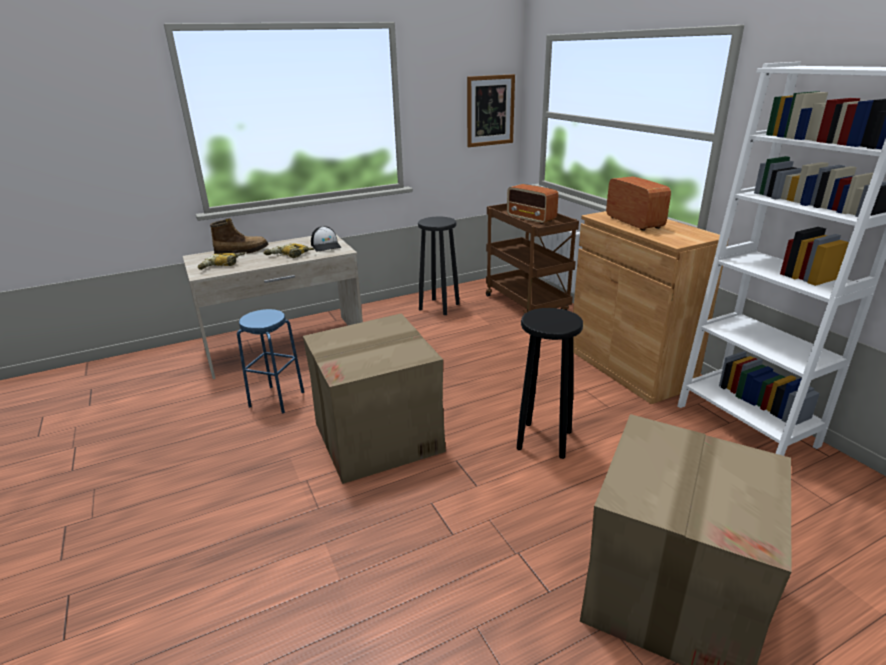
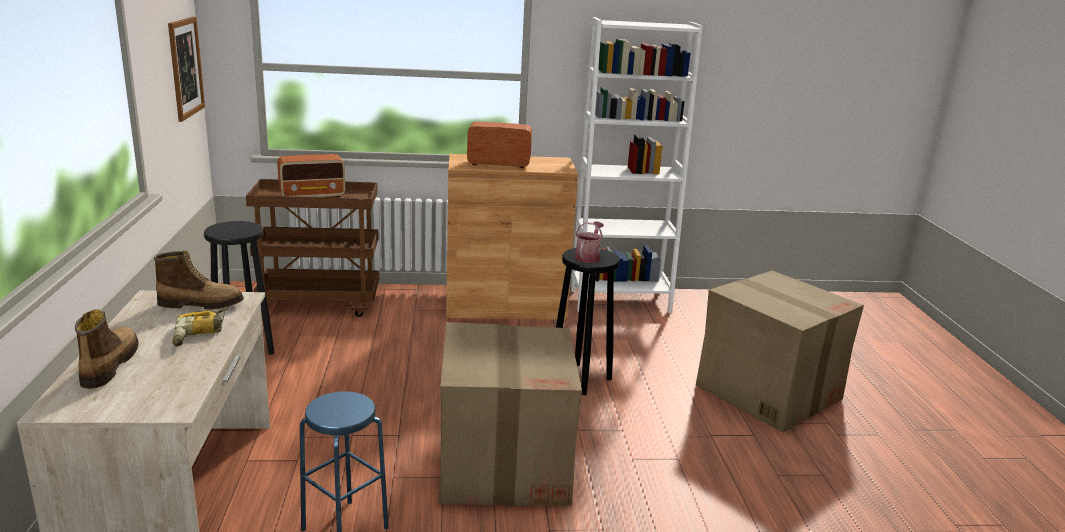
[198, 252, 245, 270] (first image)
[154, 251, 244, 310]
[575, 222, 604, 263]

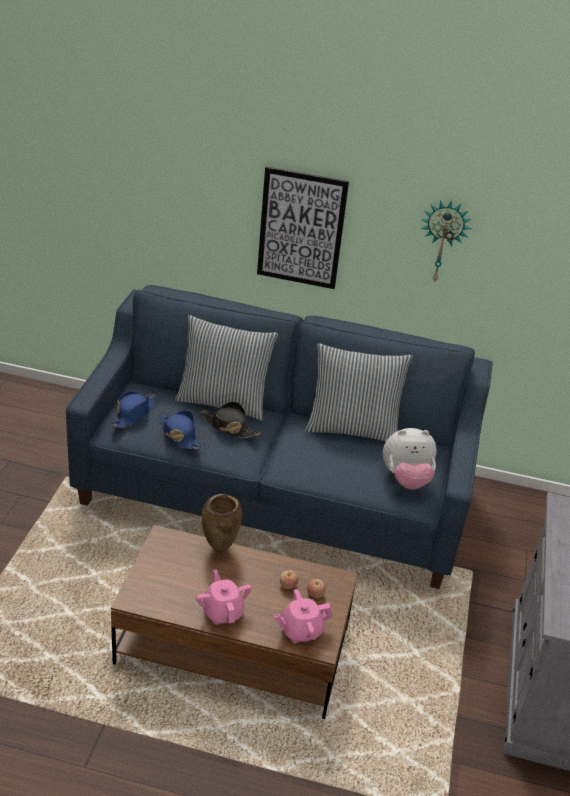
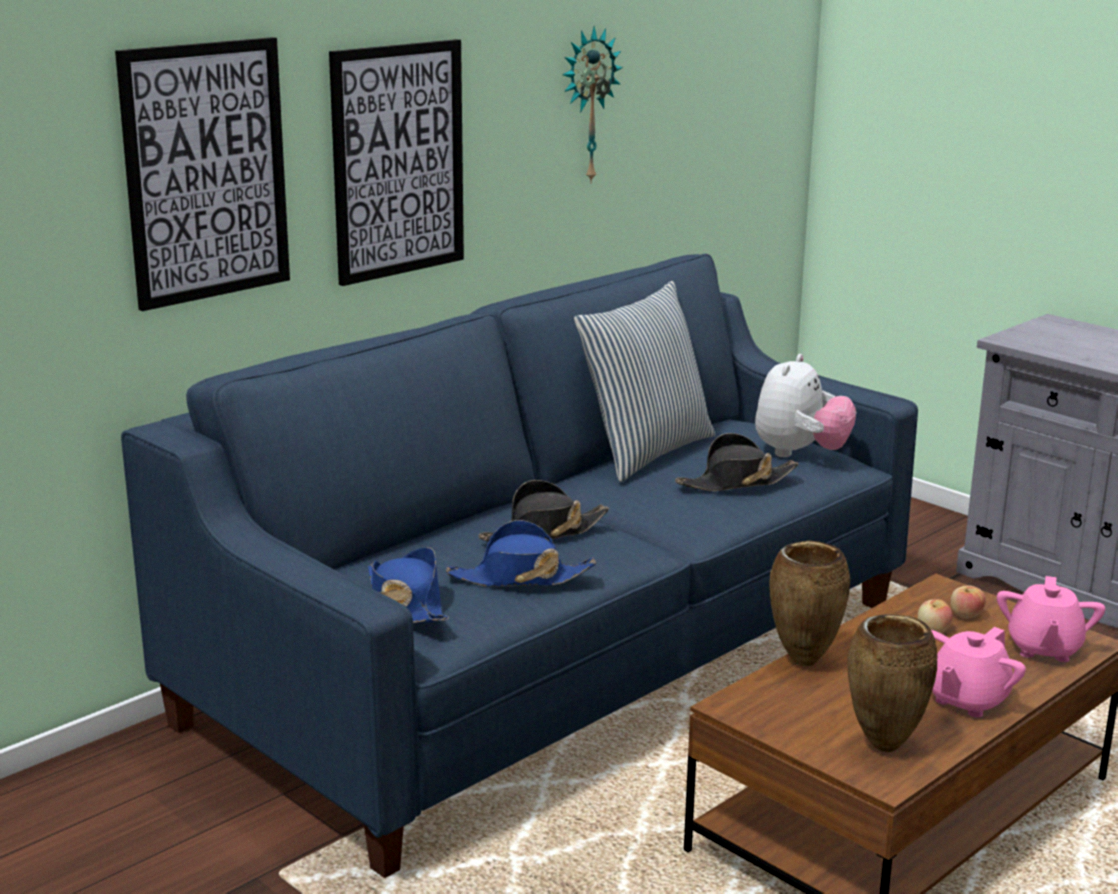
[175, 315, 278, 421] (first image)
[931, 627, 1026, 718]
[115, 37, 290, 311]
[675, 433, 798, 491]
[847, 614, 937, 752]

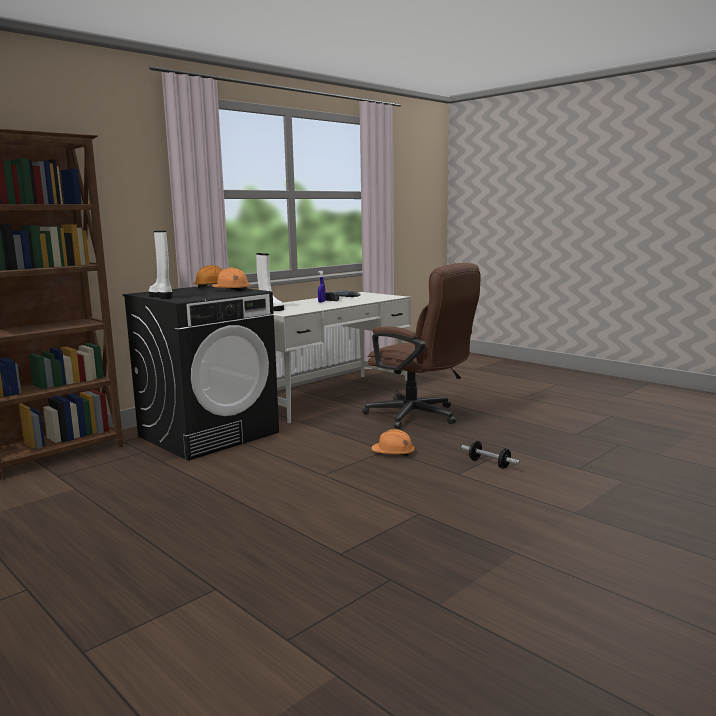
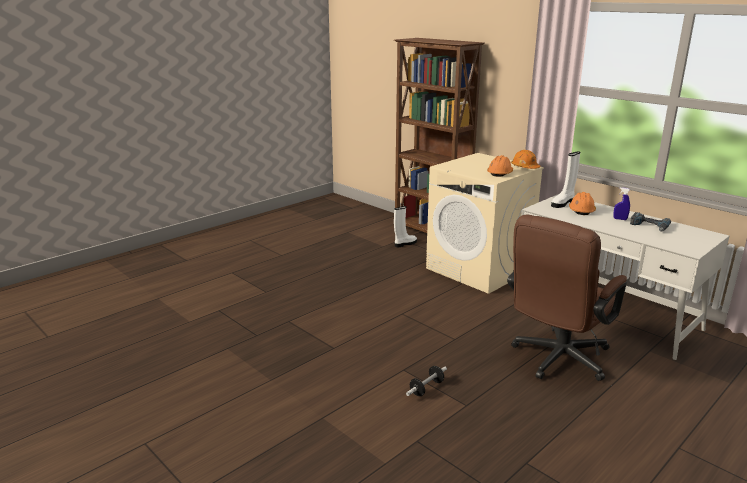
[426, 153, 544, 294]
[394, 206, 417, 247]
[569, 192, 596, 215]

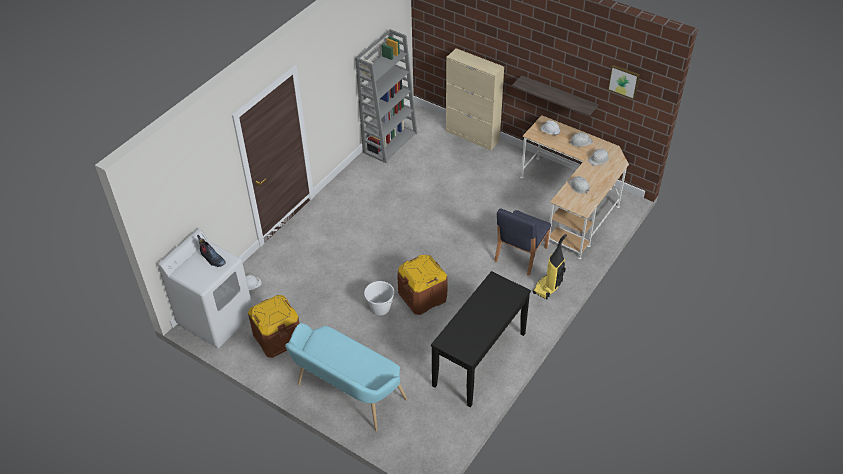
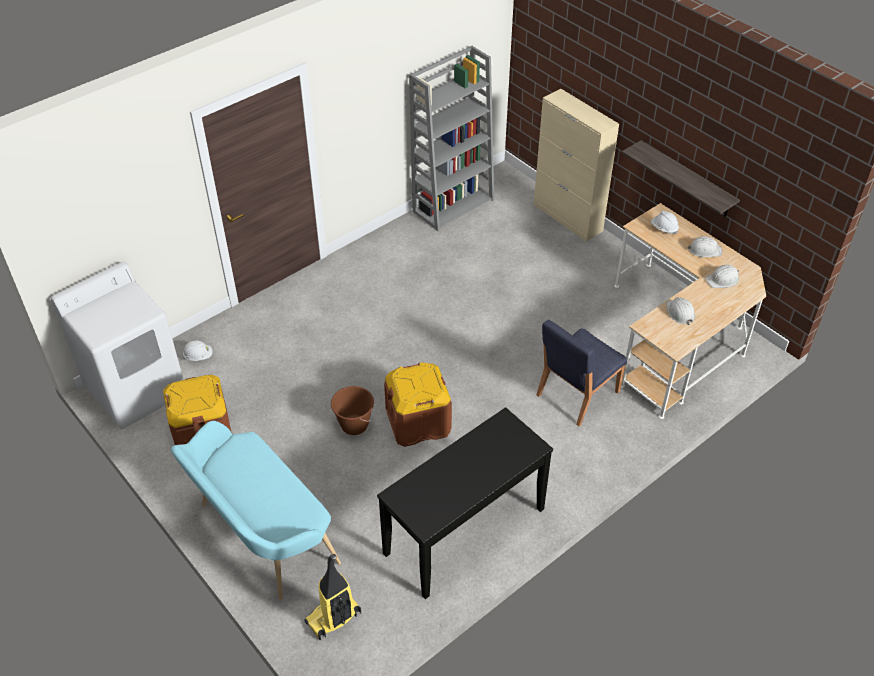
[197, 235, 226, 267] (first image)
[331, 386, 374, 435]
[304, 554, 361, 641]
[608, 65, 640, 99] (first image)

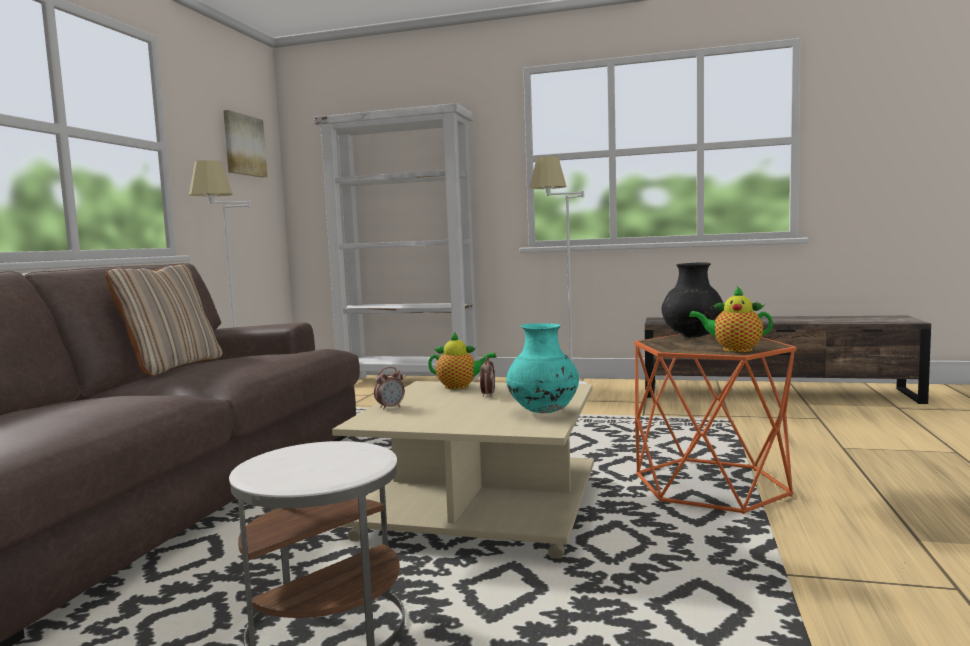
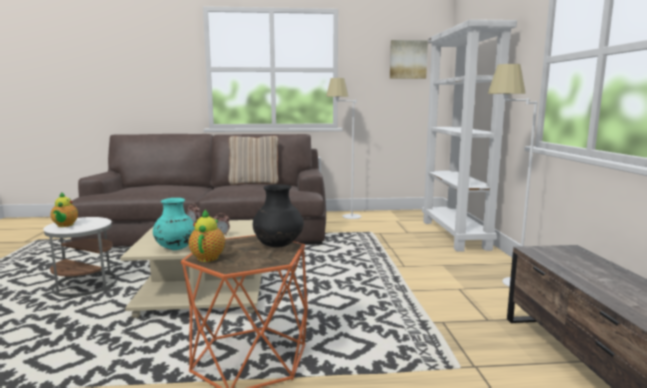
[50, 192, 78, 227]

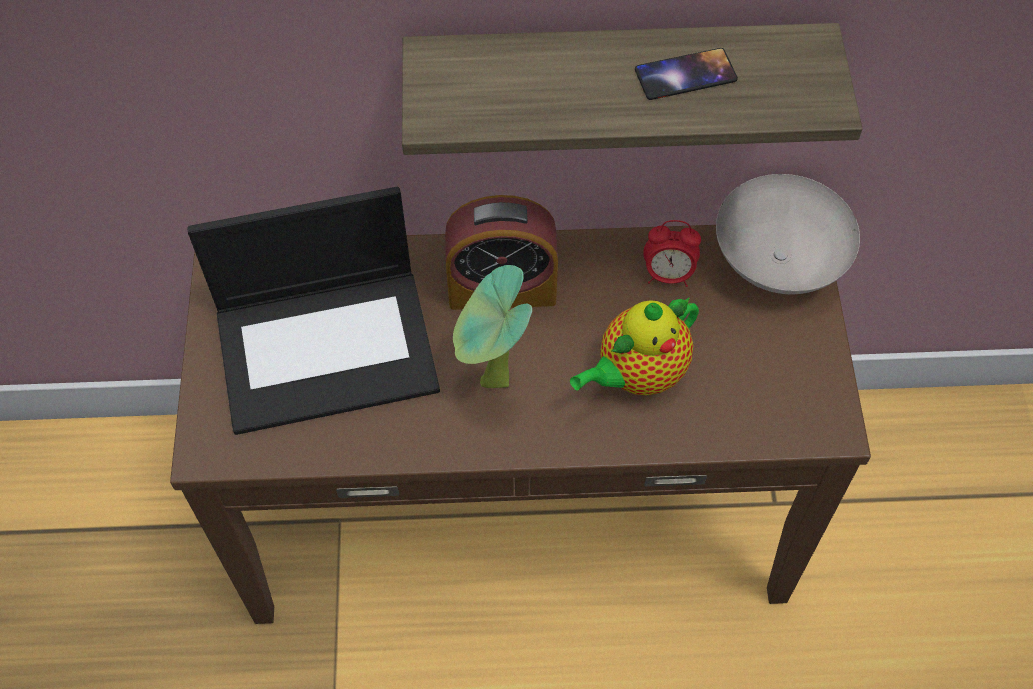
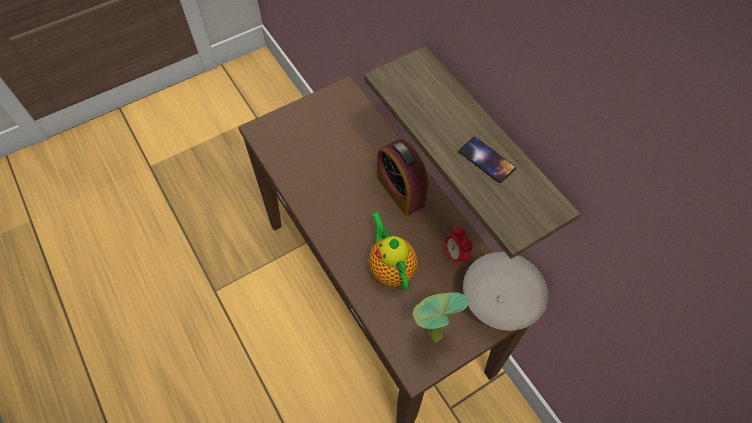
[187, 187, 440, 435] (first image)
[413, 292, 468, 343]
[369, 212, 418, 291]

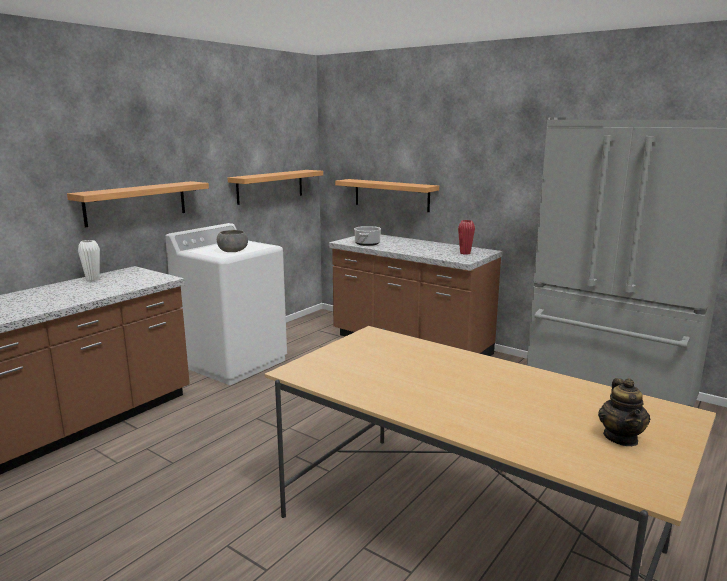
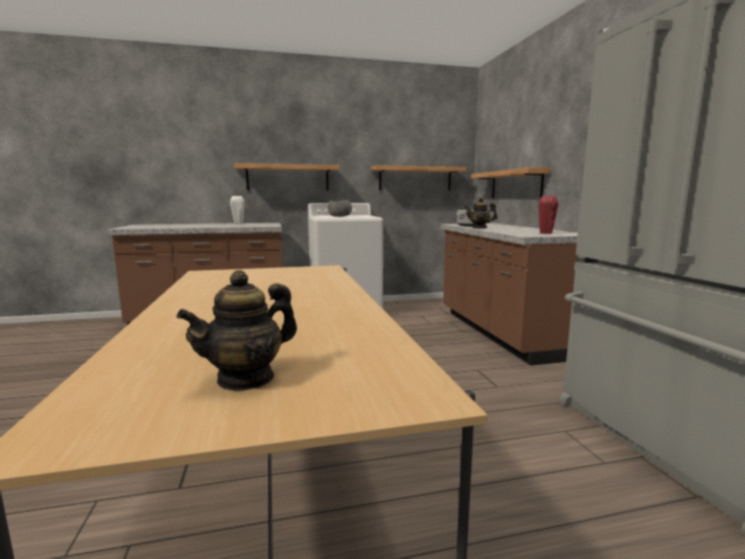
[465, 198, 498, 228]

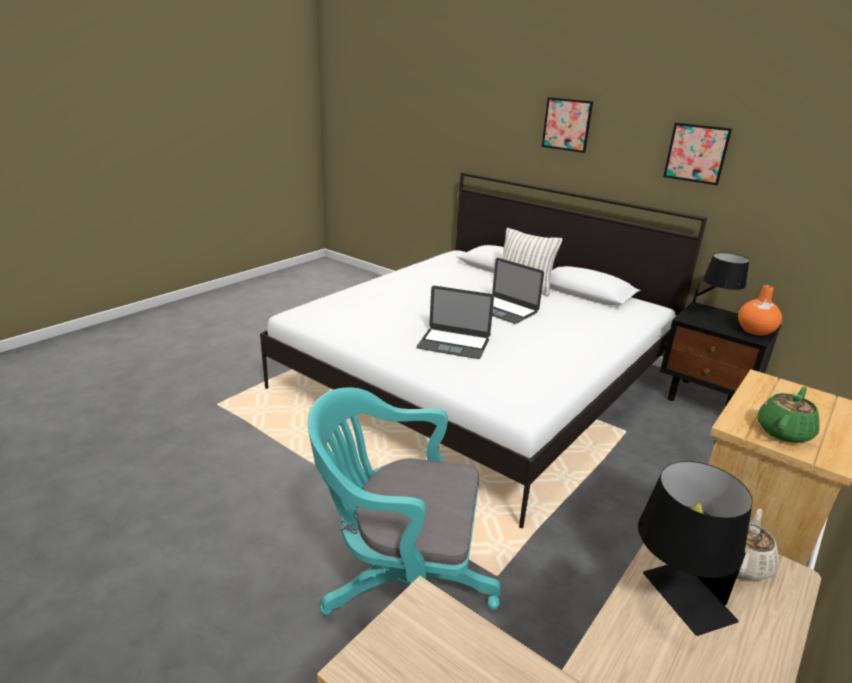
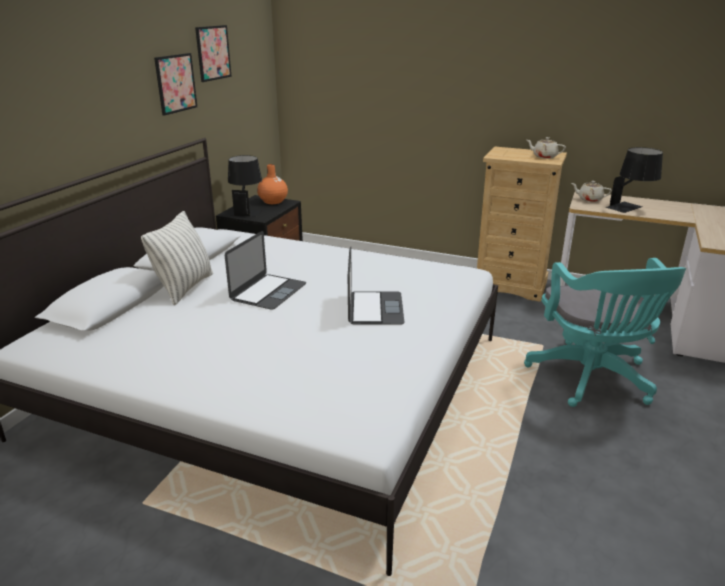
[195, 25, 232, 82]
[527, 137, 566, 159]

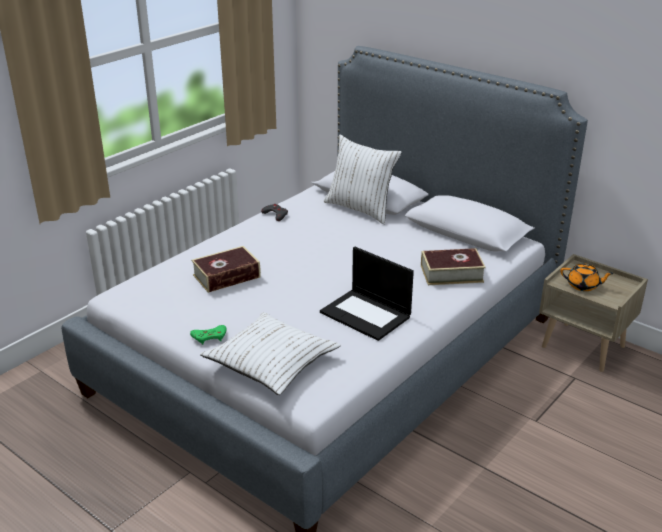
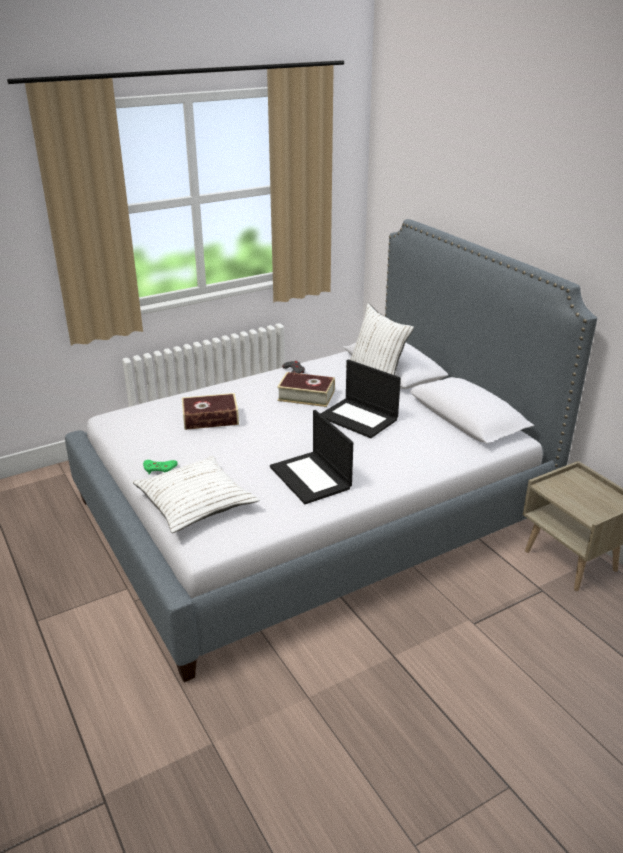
[277, 372, 335, 407]
[560, 264, 614, 291] (first image)
[321, 359, 401, 438]

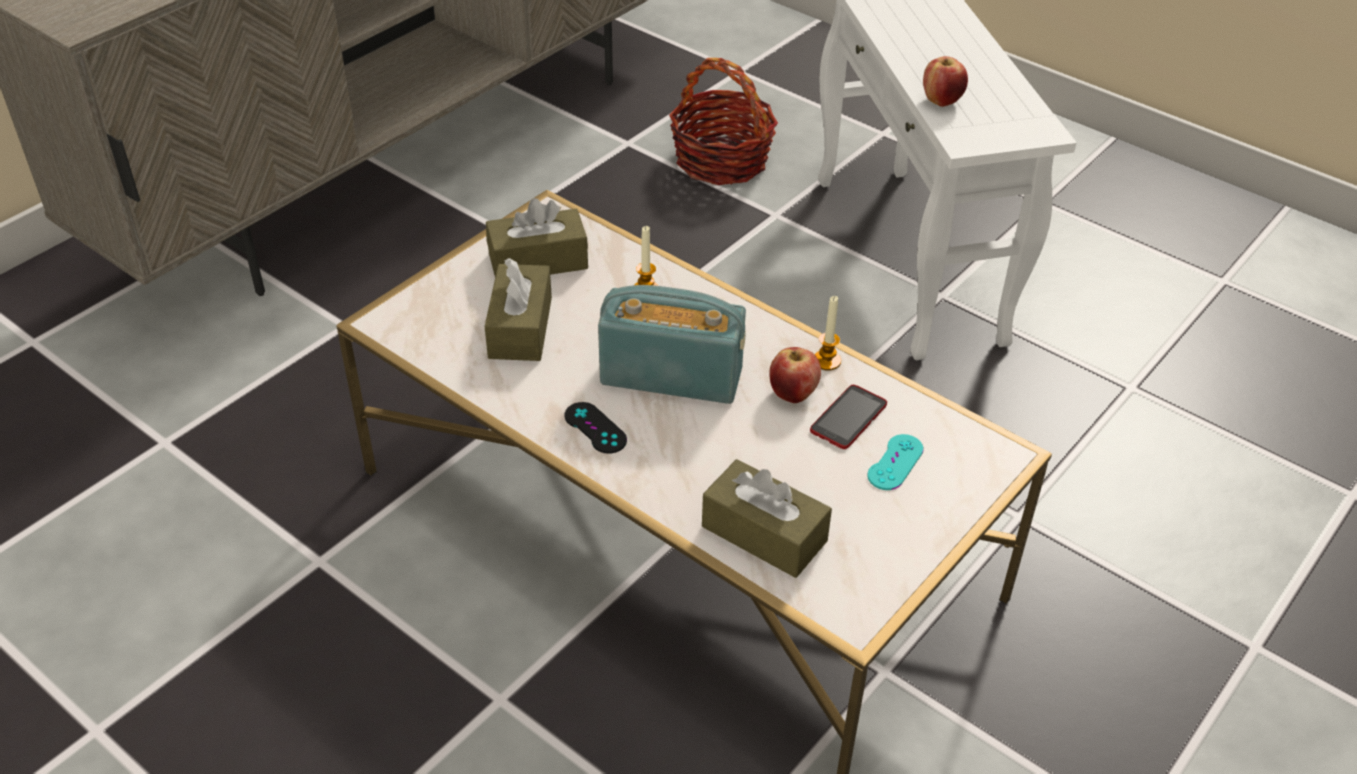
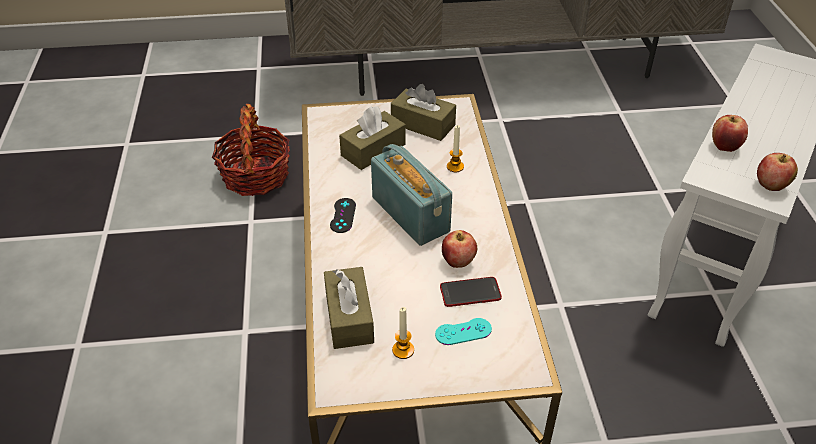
[212, 104, 290, 196]
[392, 307, 414, 359]
[757, 153, 798, 191]

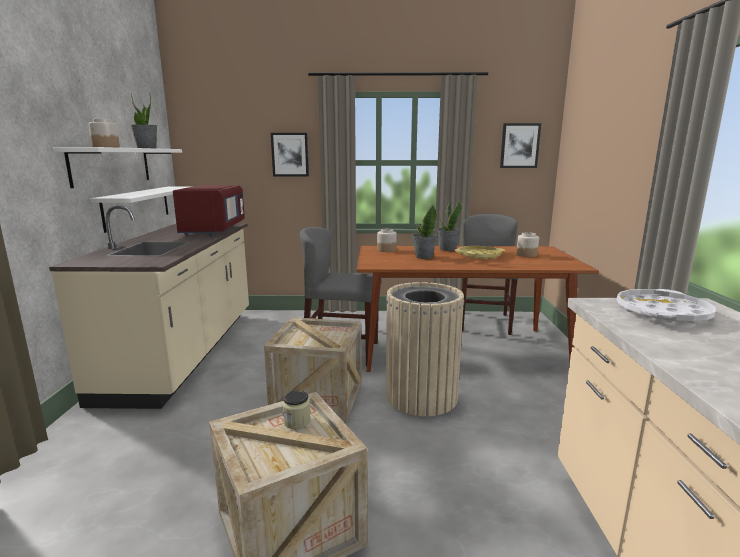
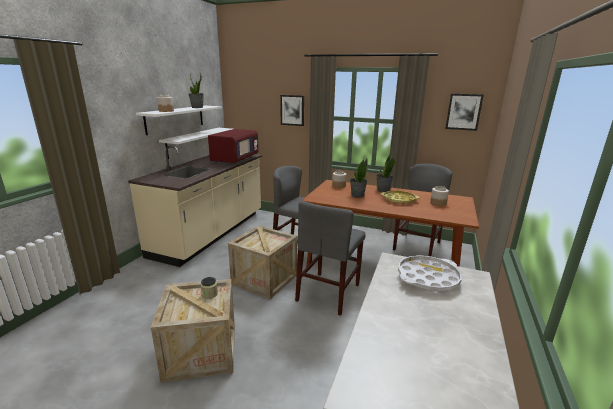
[295, 201, 366, 316]

